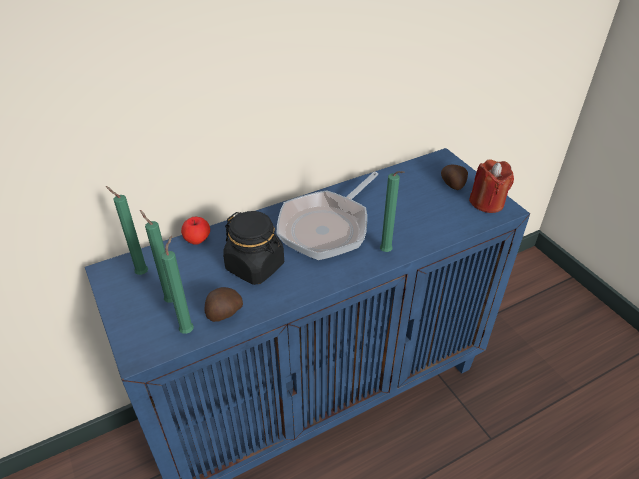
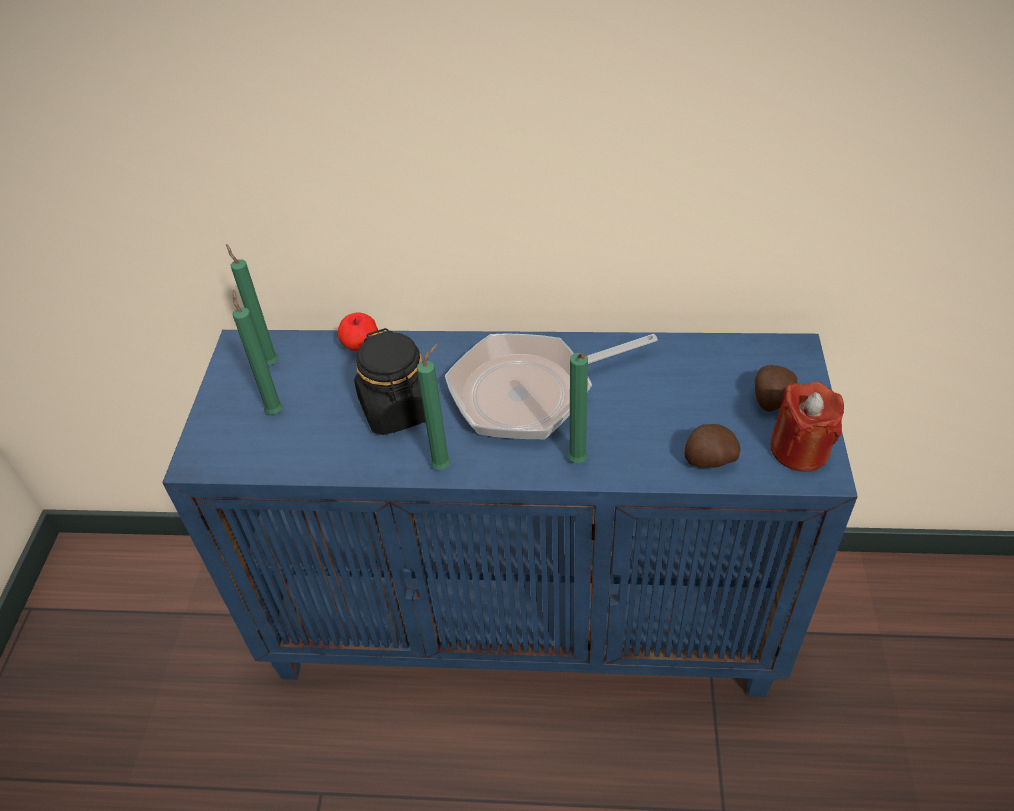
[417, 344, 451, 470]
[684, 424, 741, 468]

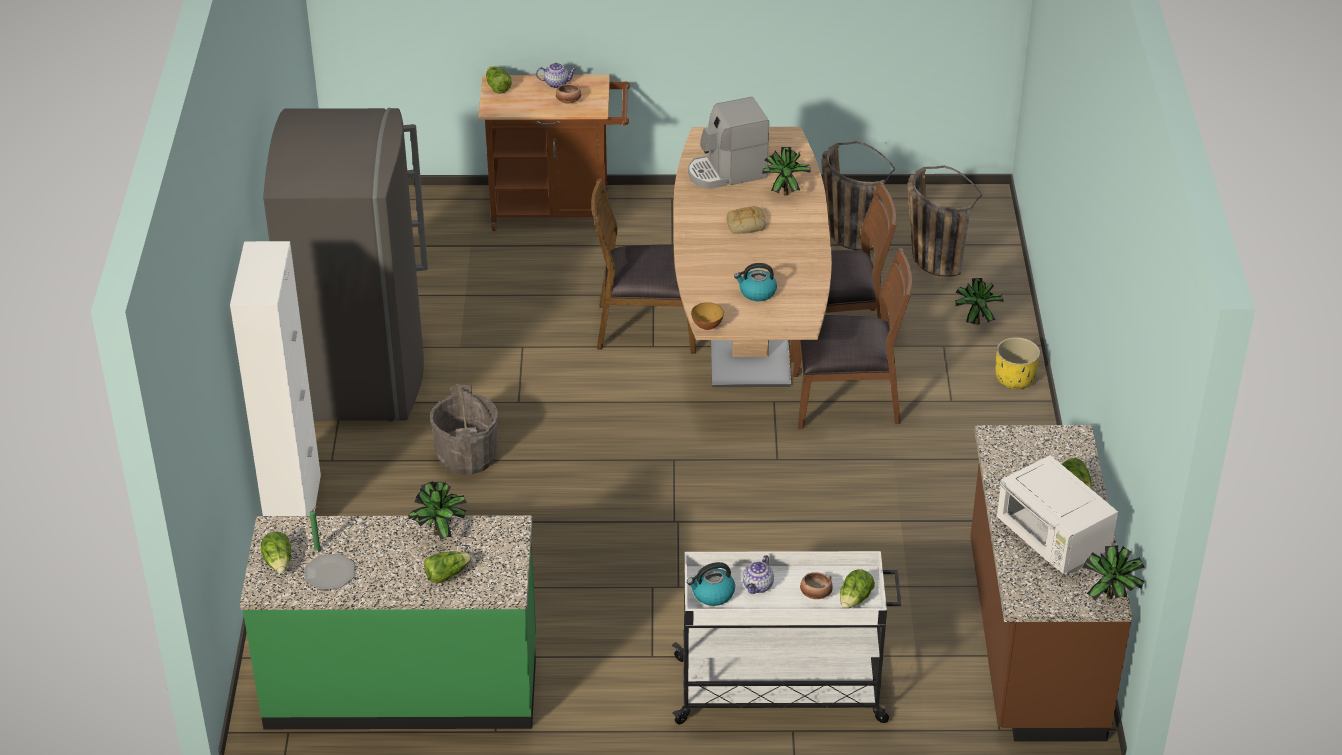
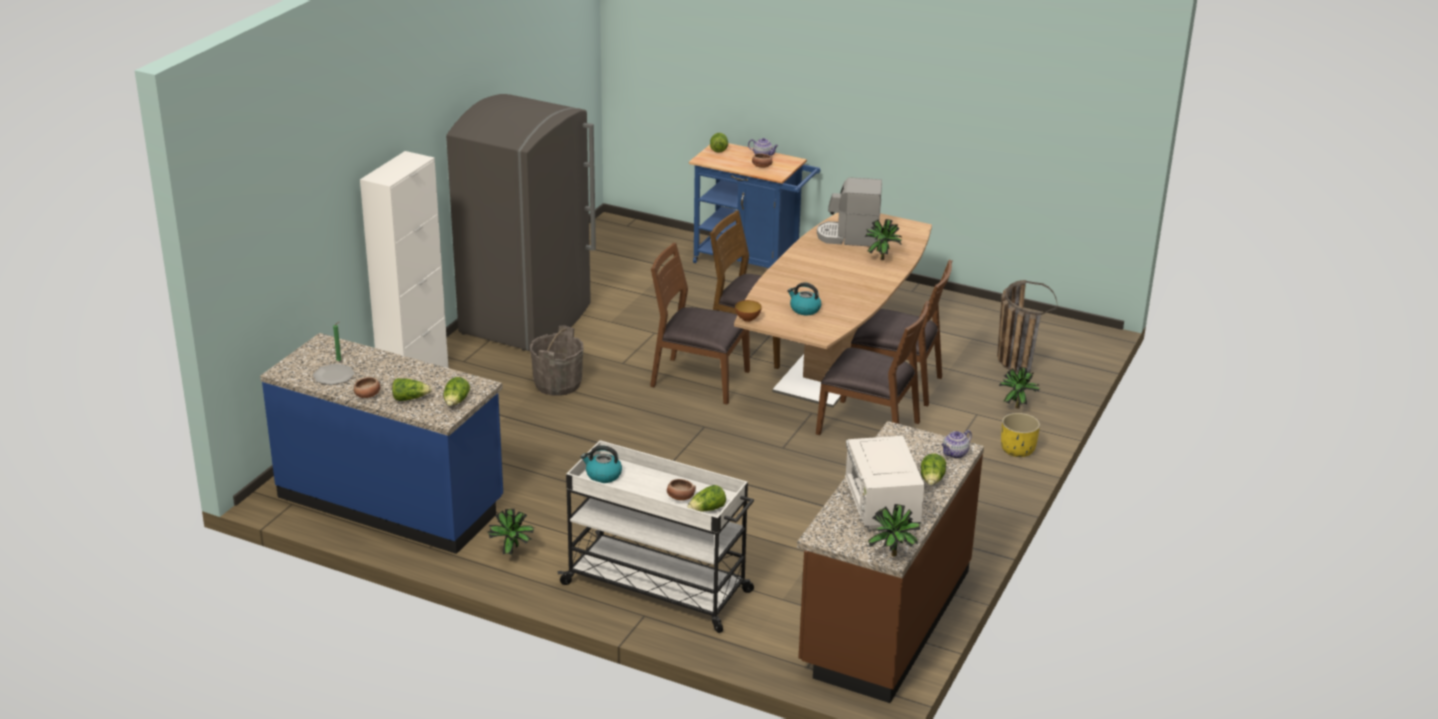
[260, 333, 503, 554]
[443, 377, 470, 406]
[487, 509, 534, 555]
[689, 143, 820, 268]
[727, 206, 766, 234] (first image)
[941, 430, 972, 459]
[821, 141, 895, 251] (first image)
[354, 377, 380, 398]
[650, 243, 750, 405]

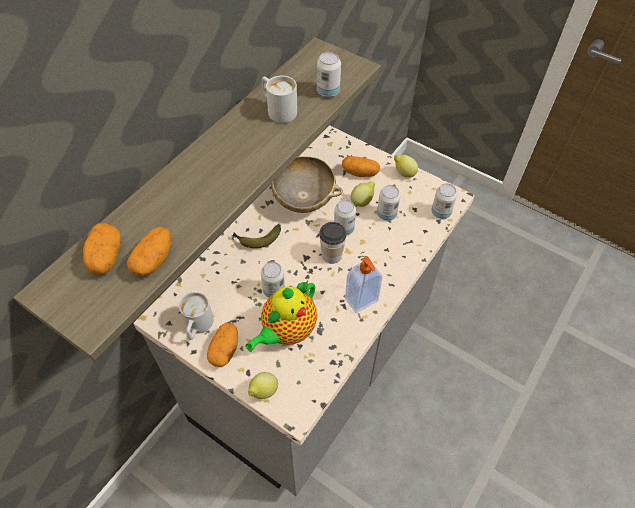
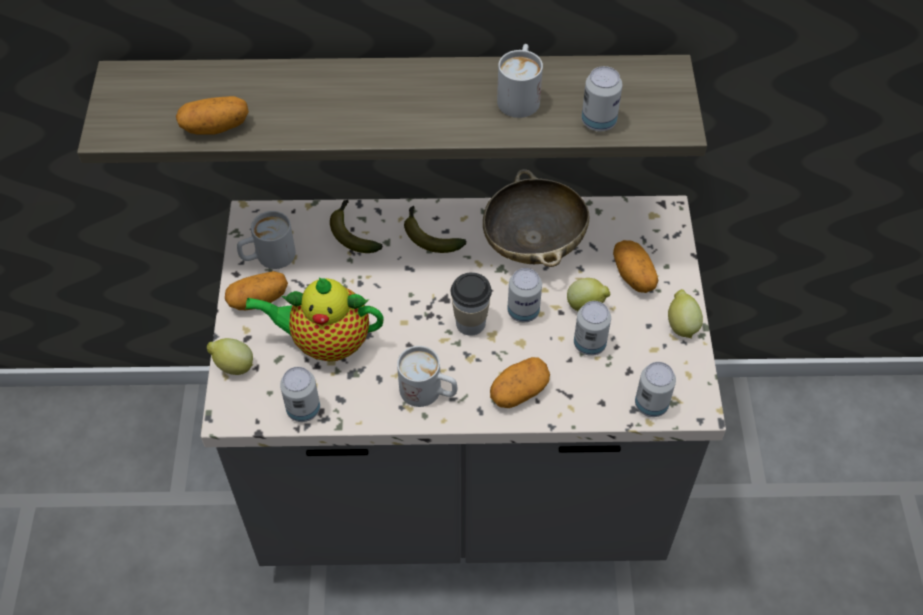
[490, 357, 550, 408]
[280, 367, 320, 422]
[397, 346, 457, 407]
[330, 200, 383, 253]

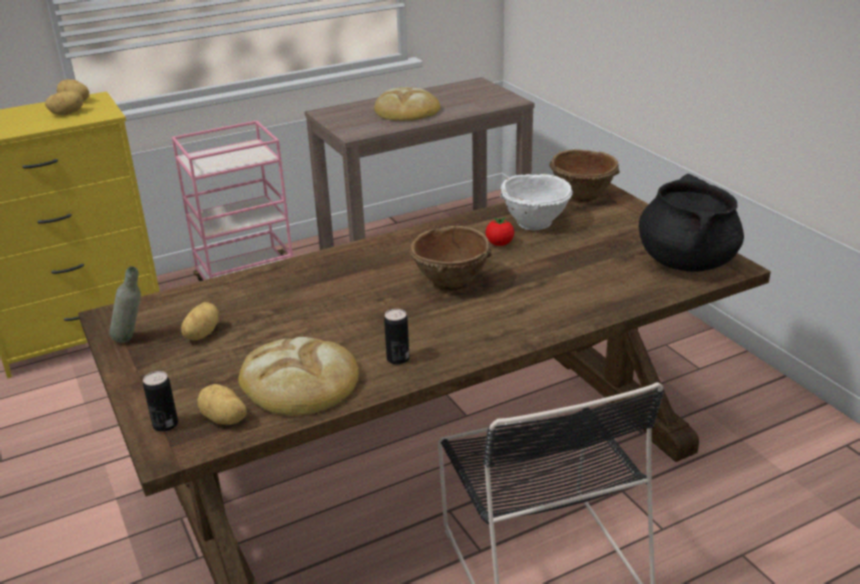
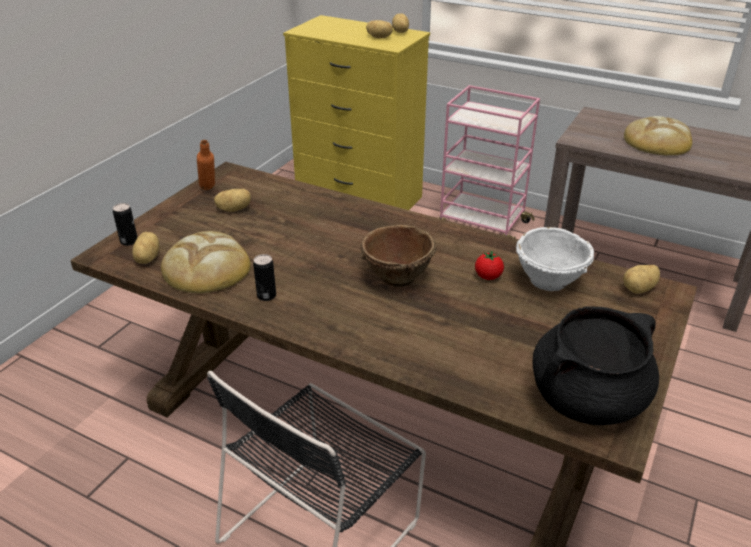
[197, 140, 215, 190]
[623, 265, 660, 294]

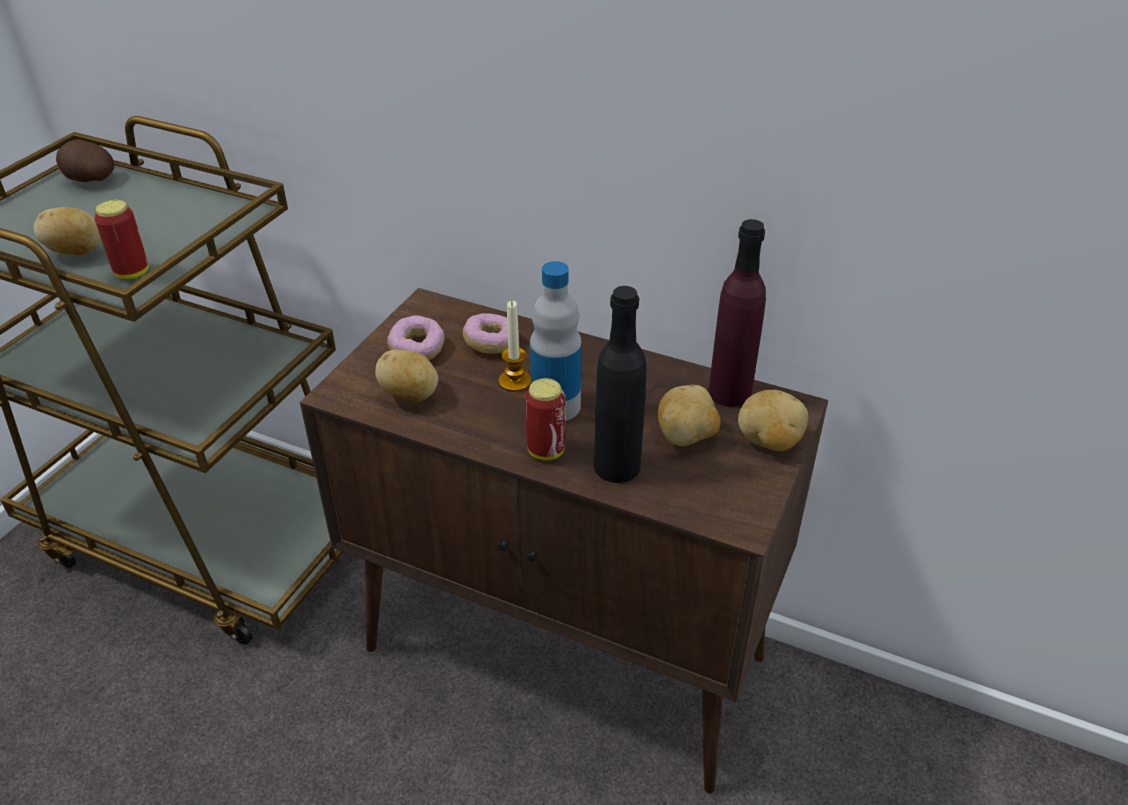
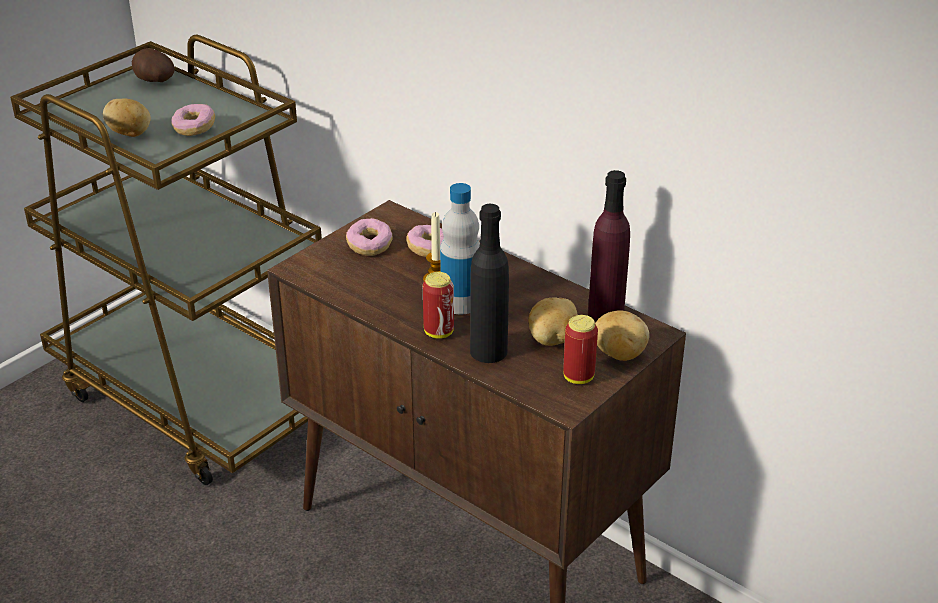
[563, 315, 598, 384]
[375, 350, 438, 402] (first image)
[171, 104, 215, 136]

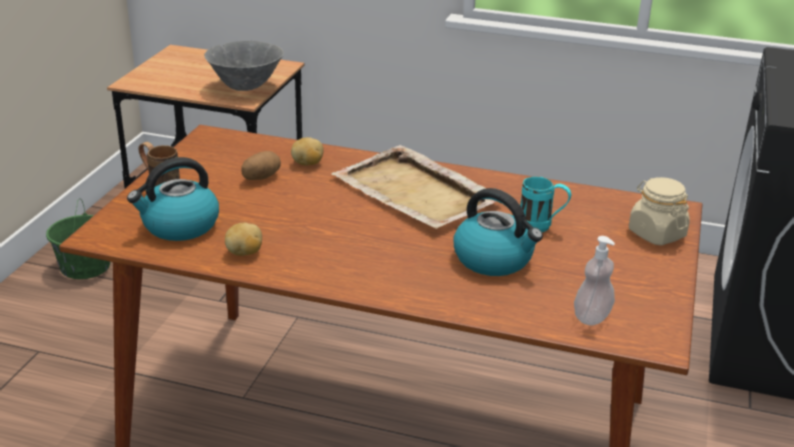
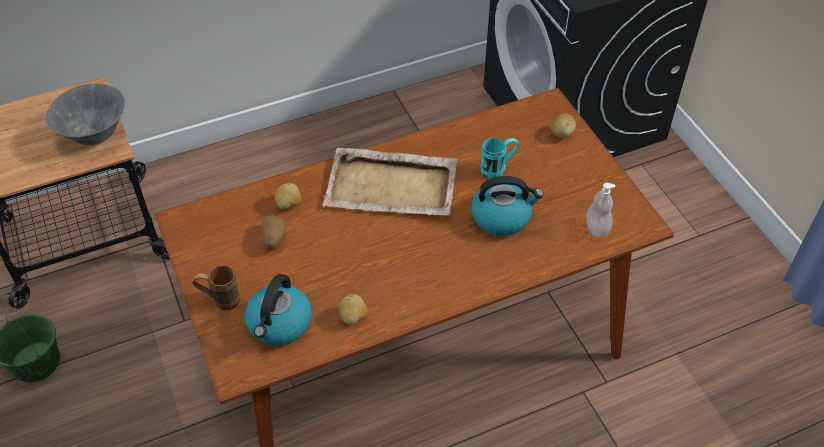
[551, 113, 576, 138]

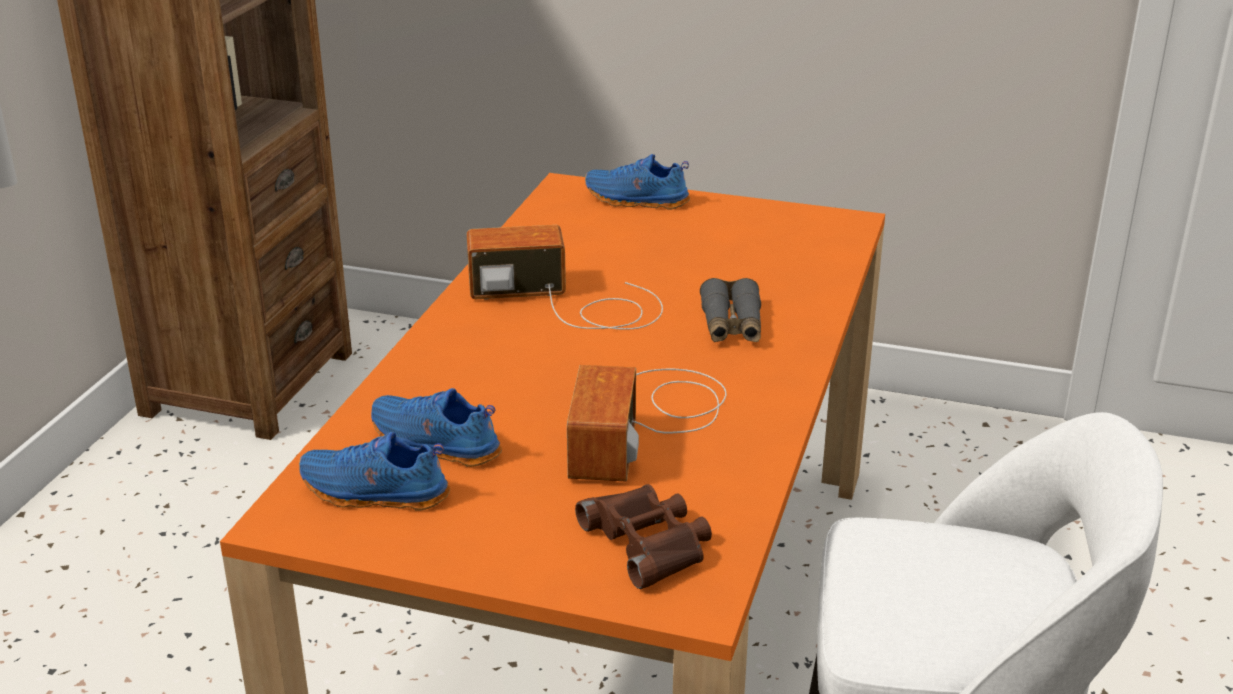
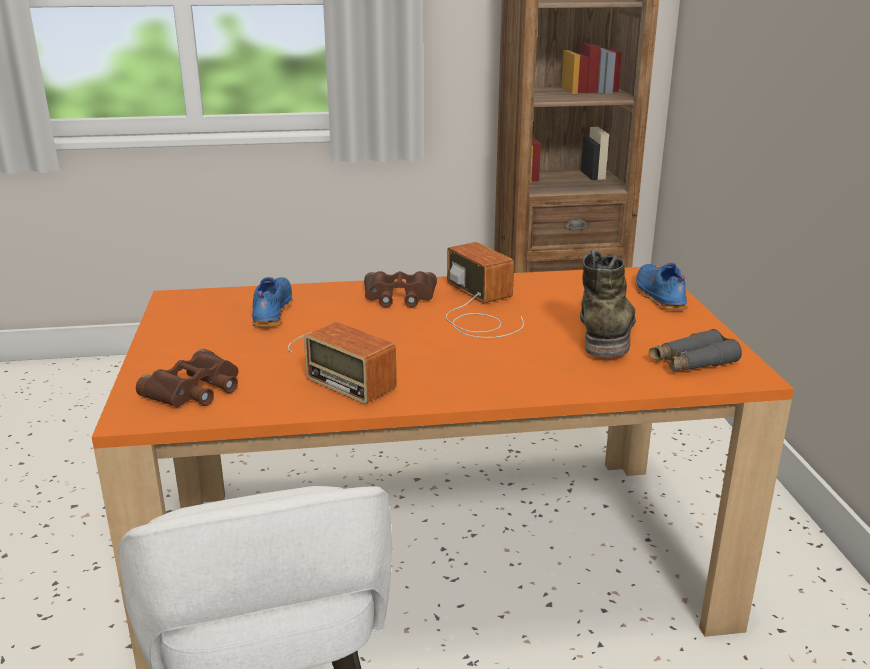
[299, 432, 450, 511] (first image)
[288, 322, 397, 404]
[649, 329, 742, 372]
[364, 271, 437, 307]
[580, 250, 636, 357]

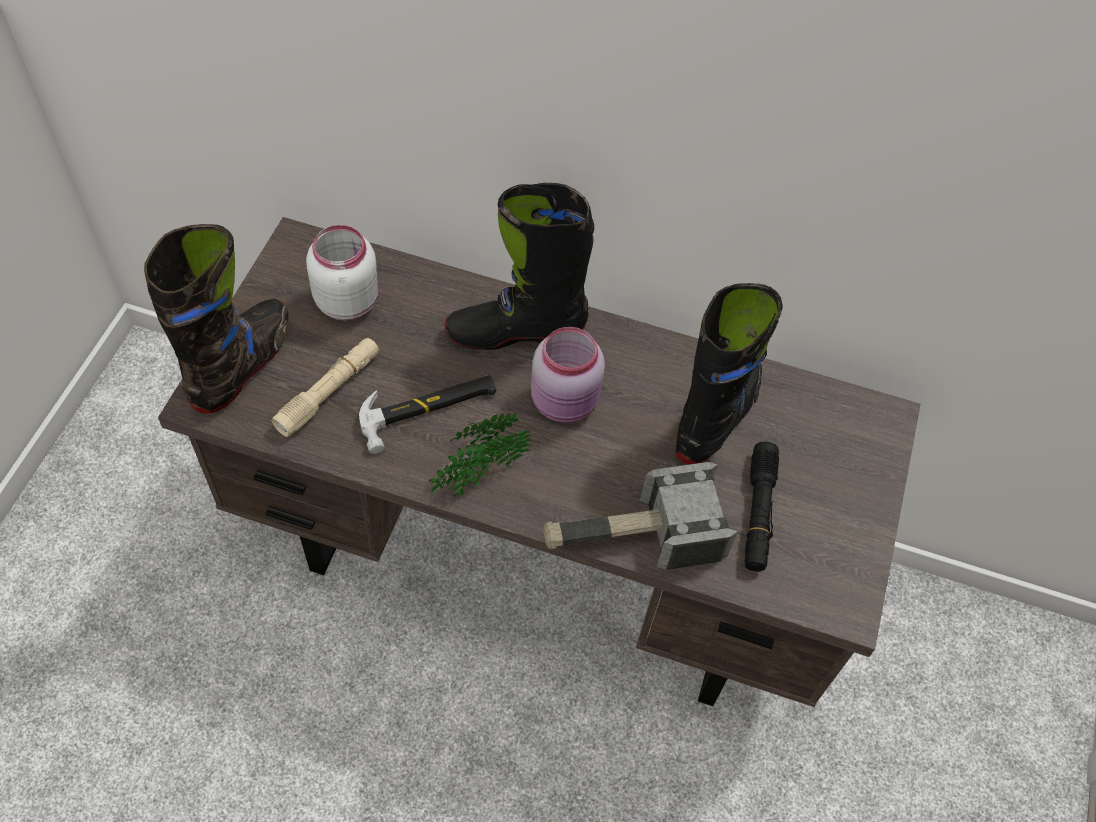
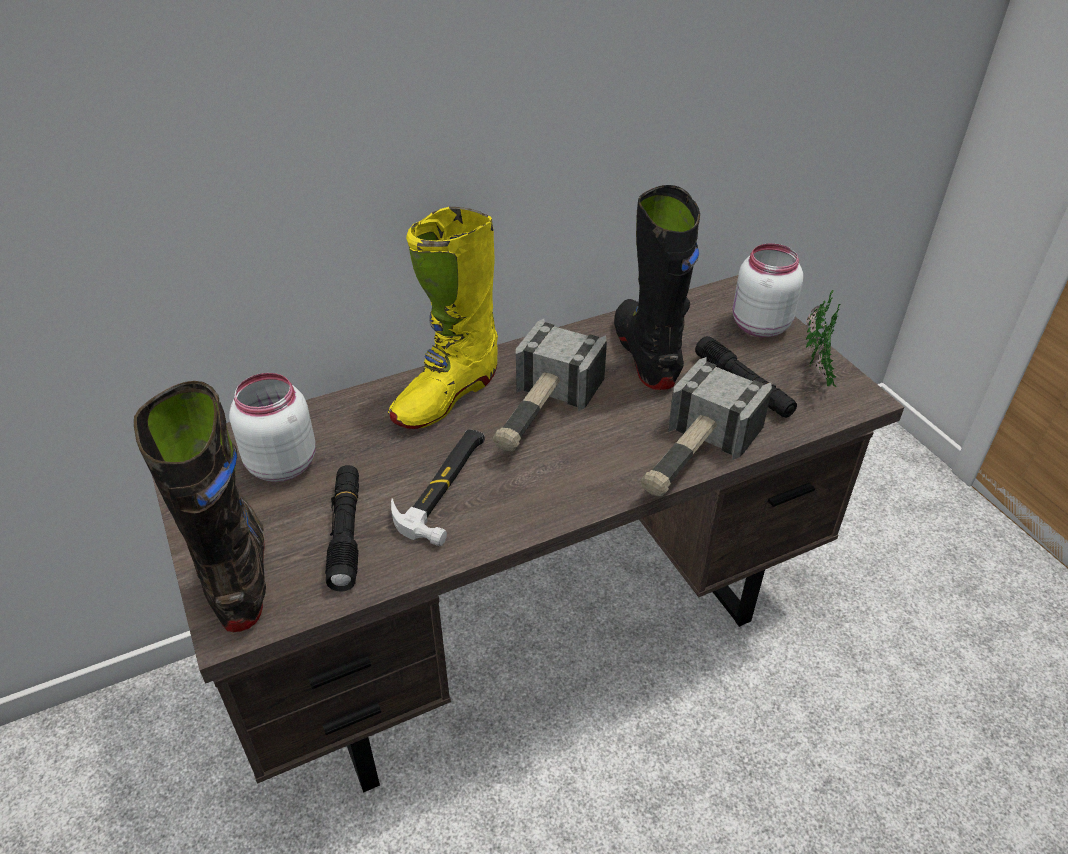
[325, 465, 359, 592]
[806, 290, 841, 387]
[388, 207, 498, 429]
[492, 319, 607, 452]
[732, 244, 803, 337]

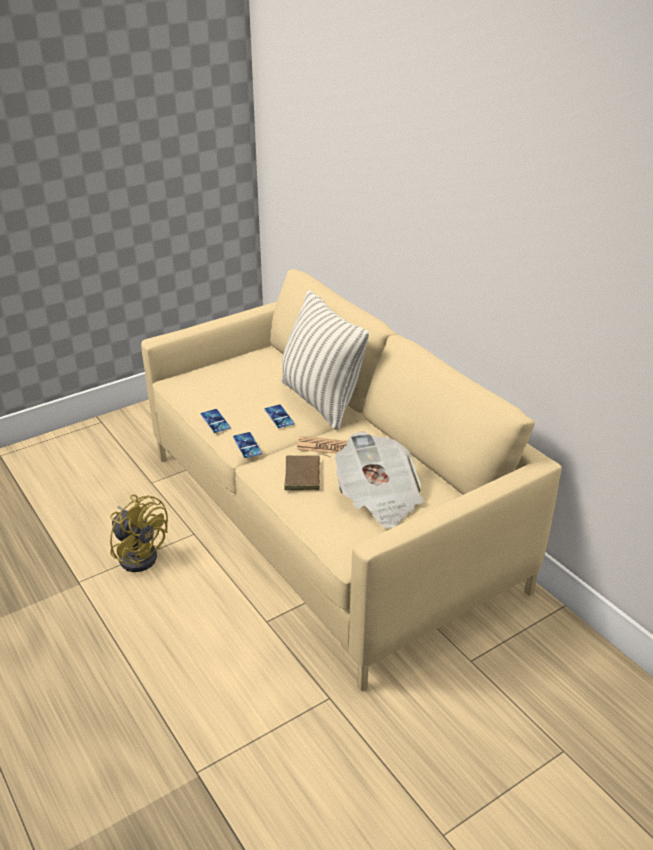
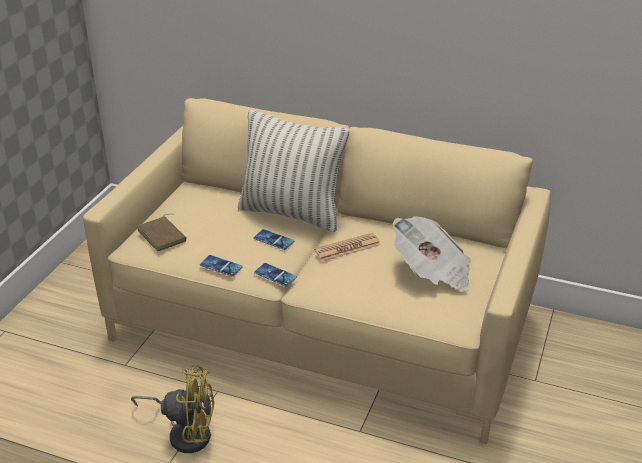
[138, 214, 186, 252]

